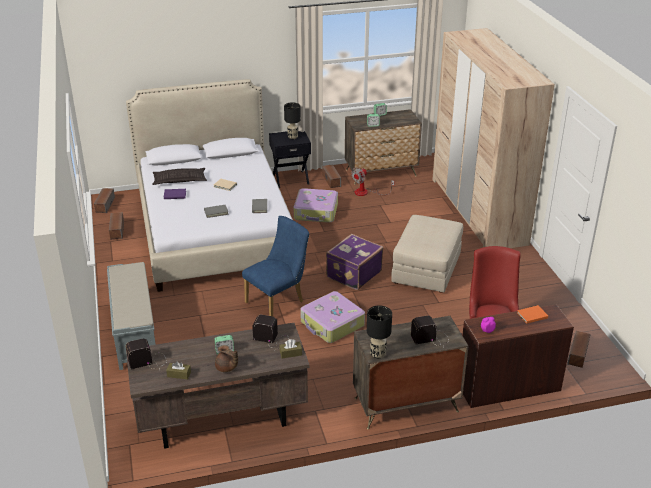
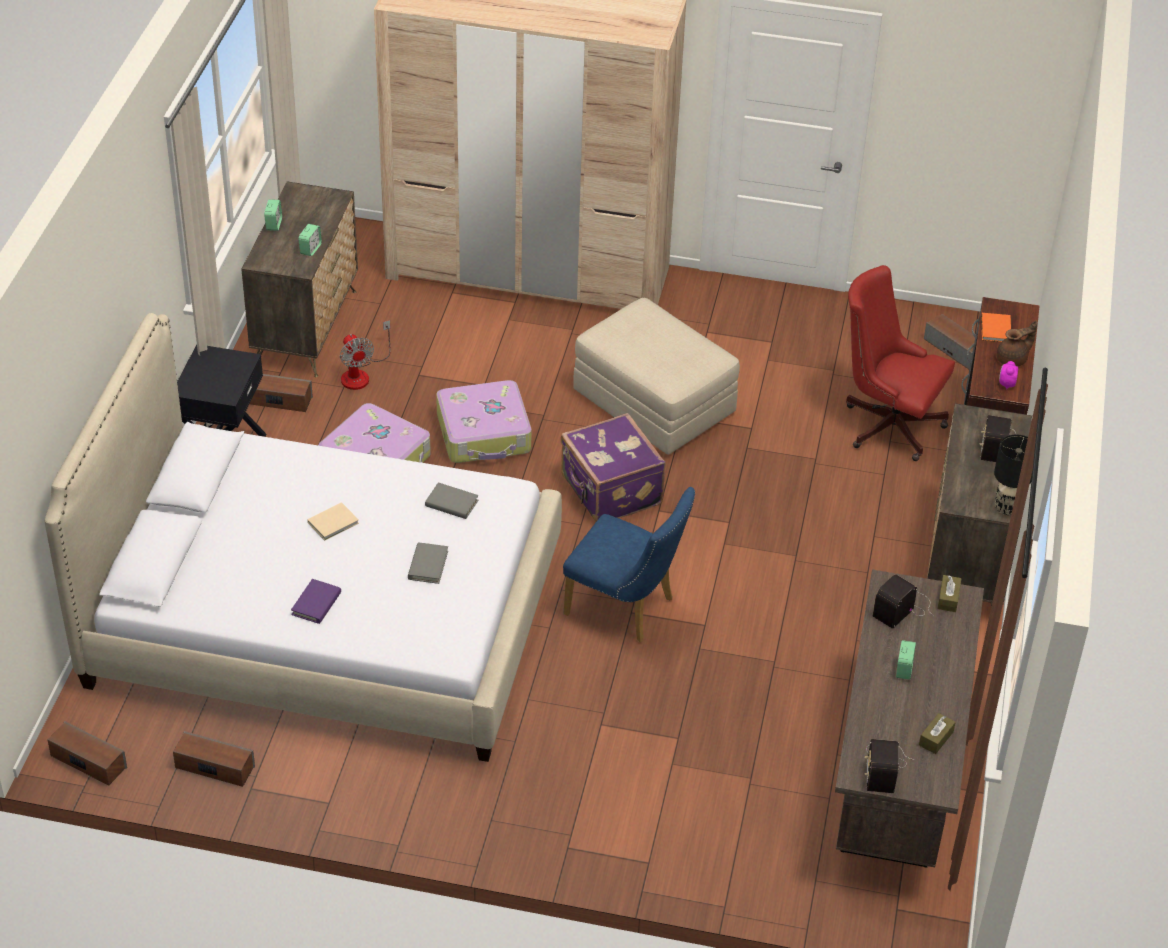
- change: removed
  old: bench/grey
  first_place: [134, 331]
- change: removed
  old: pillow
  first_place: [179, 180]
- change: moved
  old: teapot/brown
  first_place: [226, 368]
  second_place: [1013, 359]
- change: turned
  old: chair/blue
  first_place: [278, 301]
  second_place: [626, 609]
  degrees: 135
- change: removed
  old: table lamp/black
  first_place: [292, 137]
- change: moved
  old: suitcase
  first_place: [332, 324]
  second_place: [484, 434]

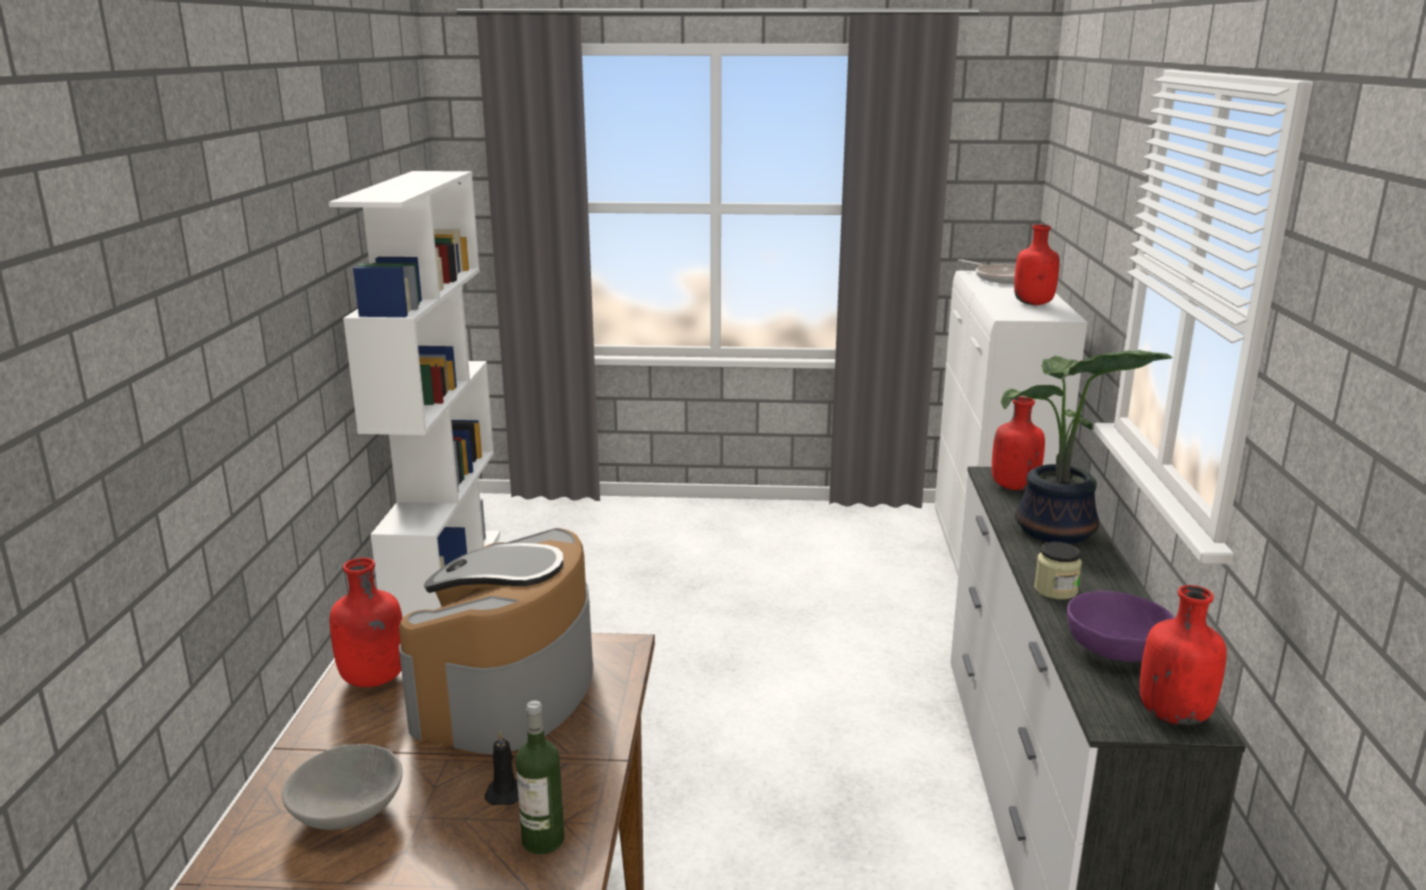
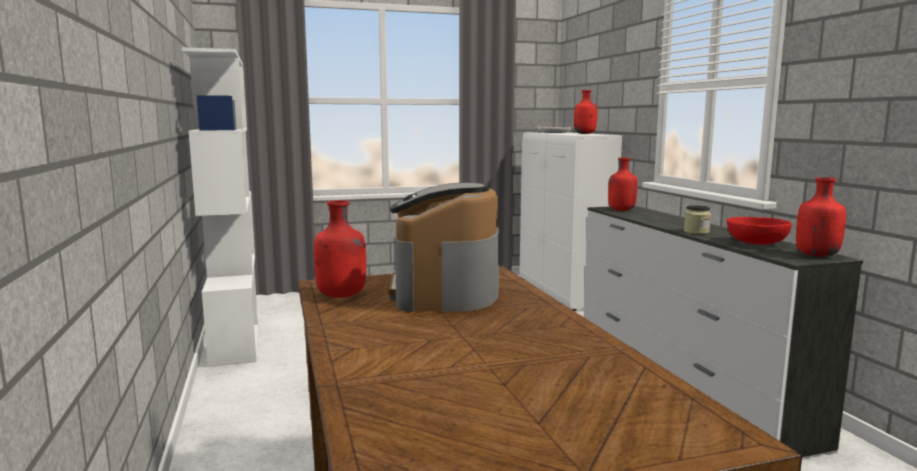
- change: removed
  old: bowl/grey
  first_place: [349, 812]
- change: removed
  old: candle/black
  first_place: [505, 792]
- change: removed
  old: bottle
  first_place: [543, 840]
- change: removed
  old: potted plant
  first_place: [1056, 532]
- change: recoloured
  old: bowl/purple
  new: bowl/red
  first_place: [1116, 649]
  second_place: [756, 243]

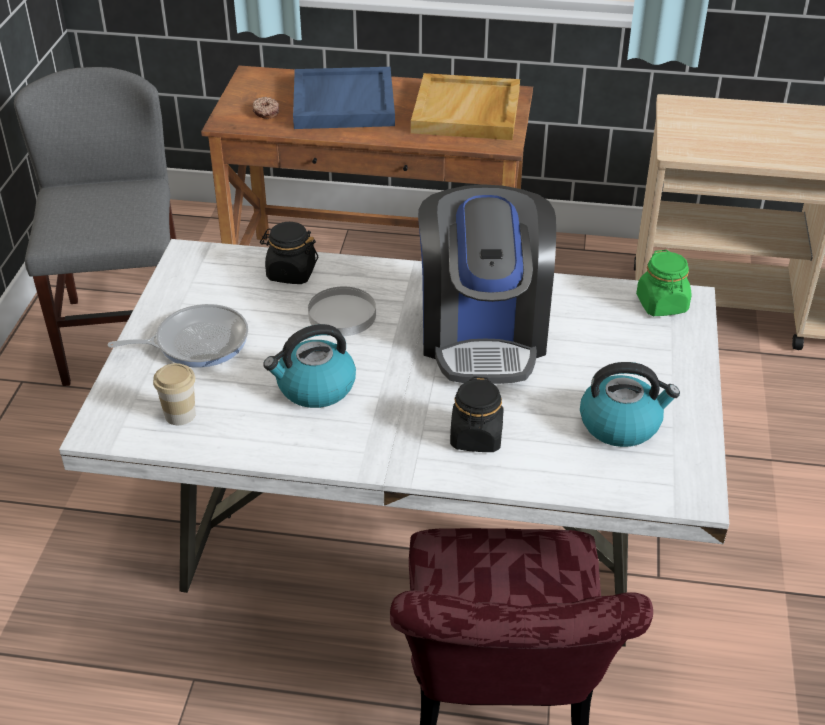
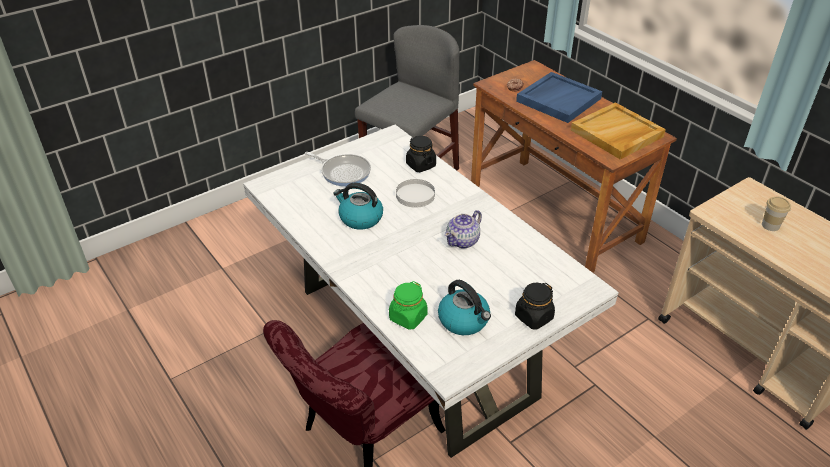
- change: moved
  old: cup
  first_place: [180, 414]
  second_place: [770, 225]
- change: replaced
  old: coffee machine
  new: teapot
  first_place: [483, 334]
  second_place: [463, 241]
- change: moved
  old: jar/black
  first_place: [476, 437]
  second_place: [533, 317]
- change: moved
  old: jar/green
  first_place: [662, 304]
  second_place: [408, 317]

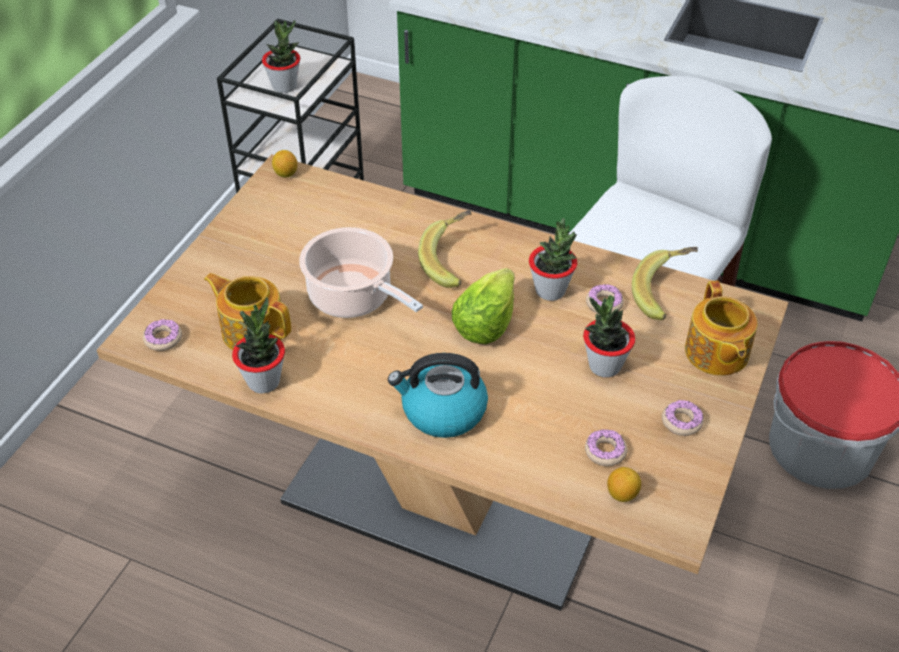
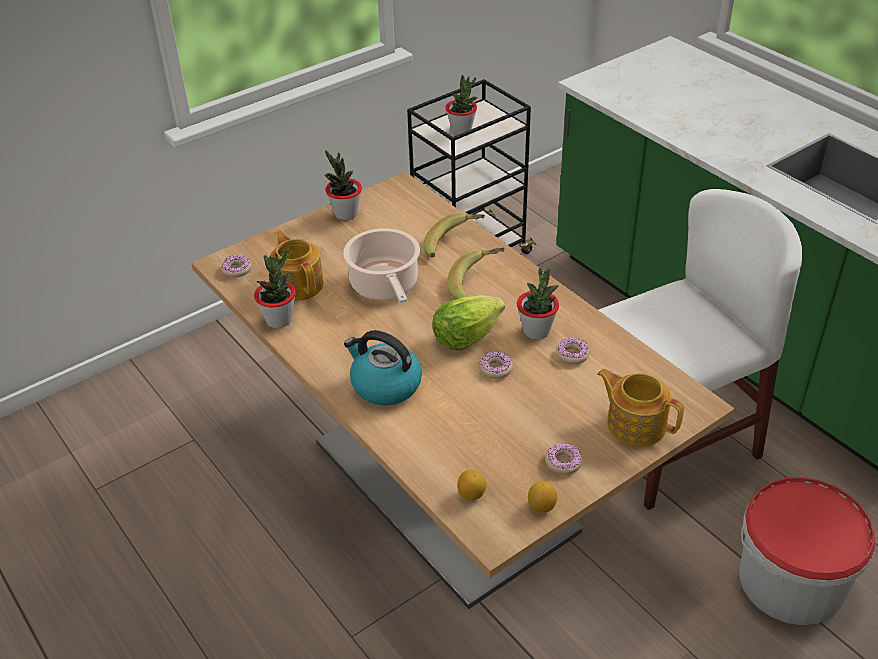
- change: moved
  old: lemon
  first_place: [285, 174]
  second_place: [541, 506]
- change: moved
  old: potted plant
  first_place: [604, 366]
  second_place: [345, 214]
- change: moved
  old: donut
  first_place: [605, 451]
  second_place: [495, 369]
- change: moved
  old: banana
  first_place: [665, 294]
  second_place: [454, 245]
- change: turned
  old: teapot
  first_place: [716, 353]
  second_place: [635, 424]
  degrees: 105

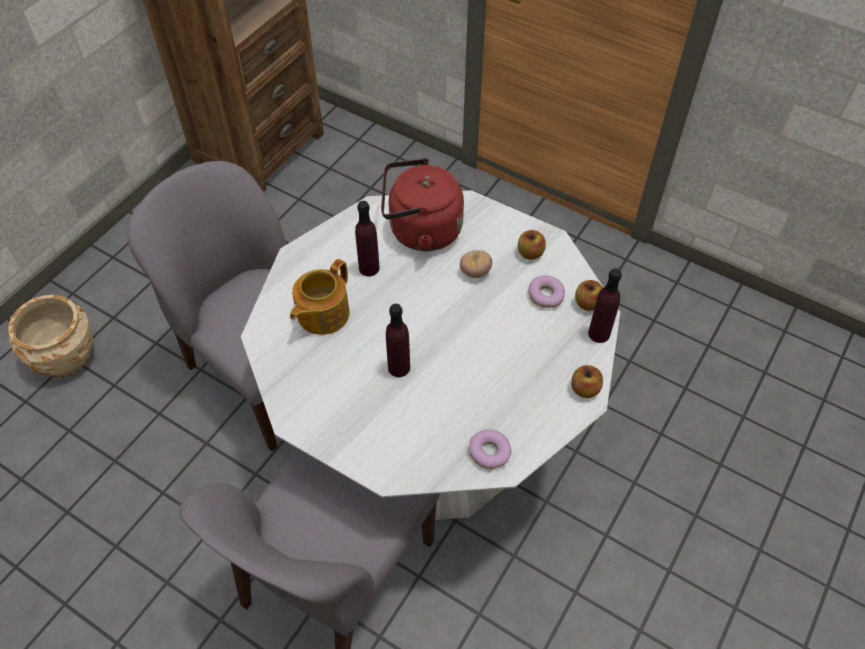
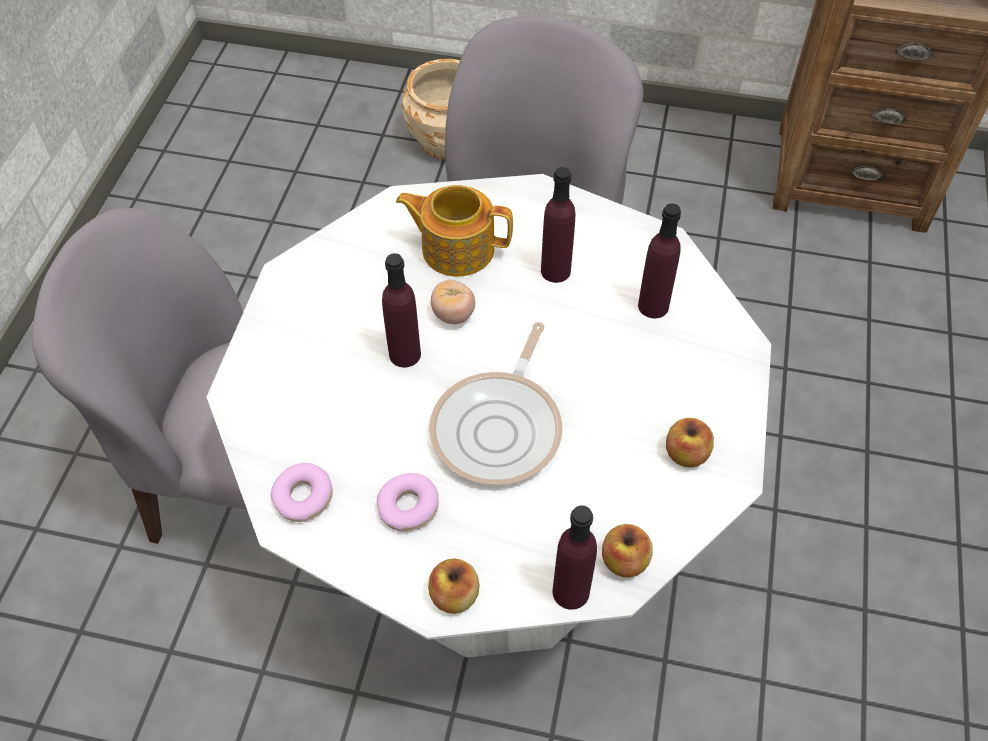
- change: replaced
  old: kettle/red
  new: bottle/purple
  first_place: [420, 231]
  second_place: [653, 306]
- change: moved
  old: tomato
  first_place: [475, 272]
  second_place: [453, 314]
- change: moved
  old: donut
  first_place: [545, 296]
  second_place: [408, 507]
- change: added
  new: frying pan
  second_place: [500, 427]

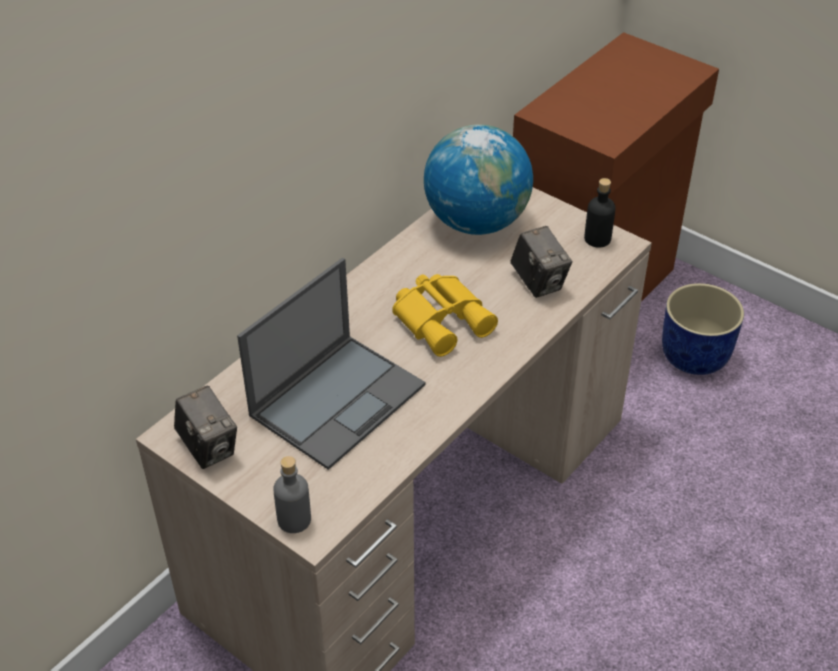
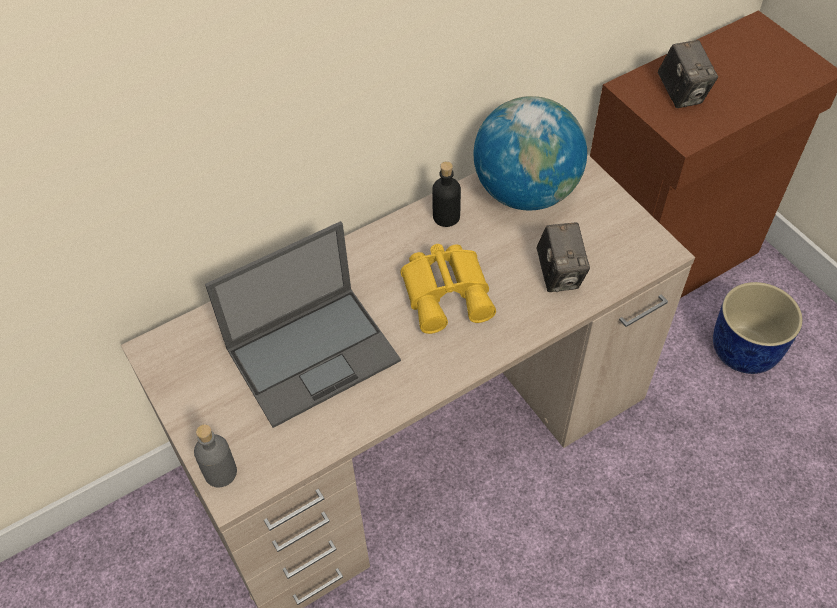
- change: moved
  old: photo camera
  first_place: [209, 447]
  second_place: [681, 94]
- change: moved
  old: bottle/black
  first_place: [597, 239]
  second_place: [446, 216]

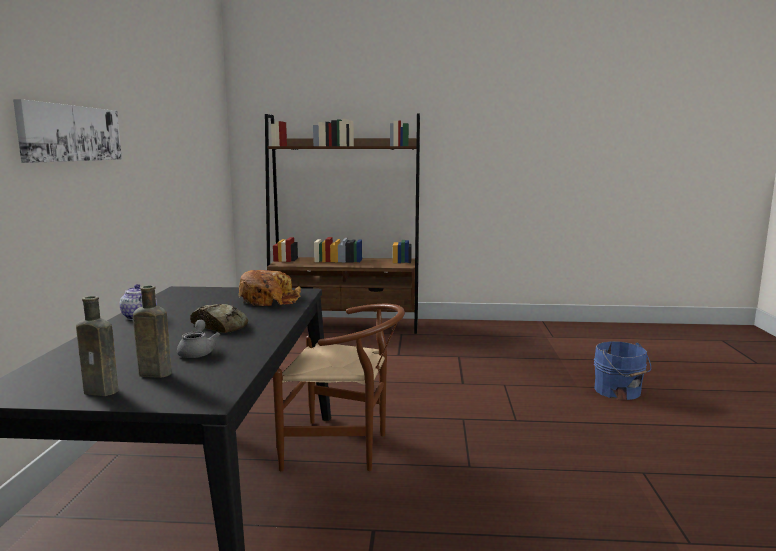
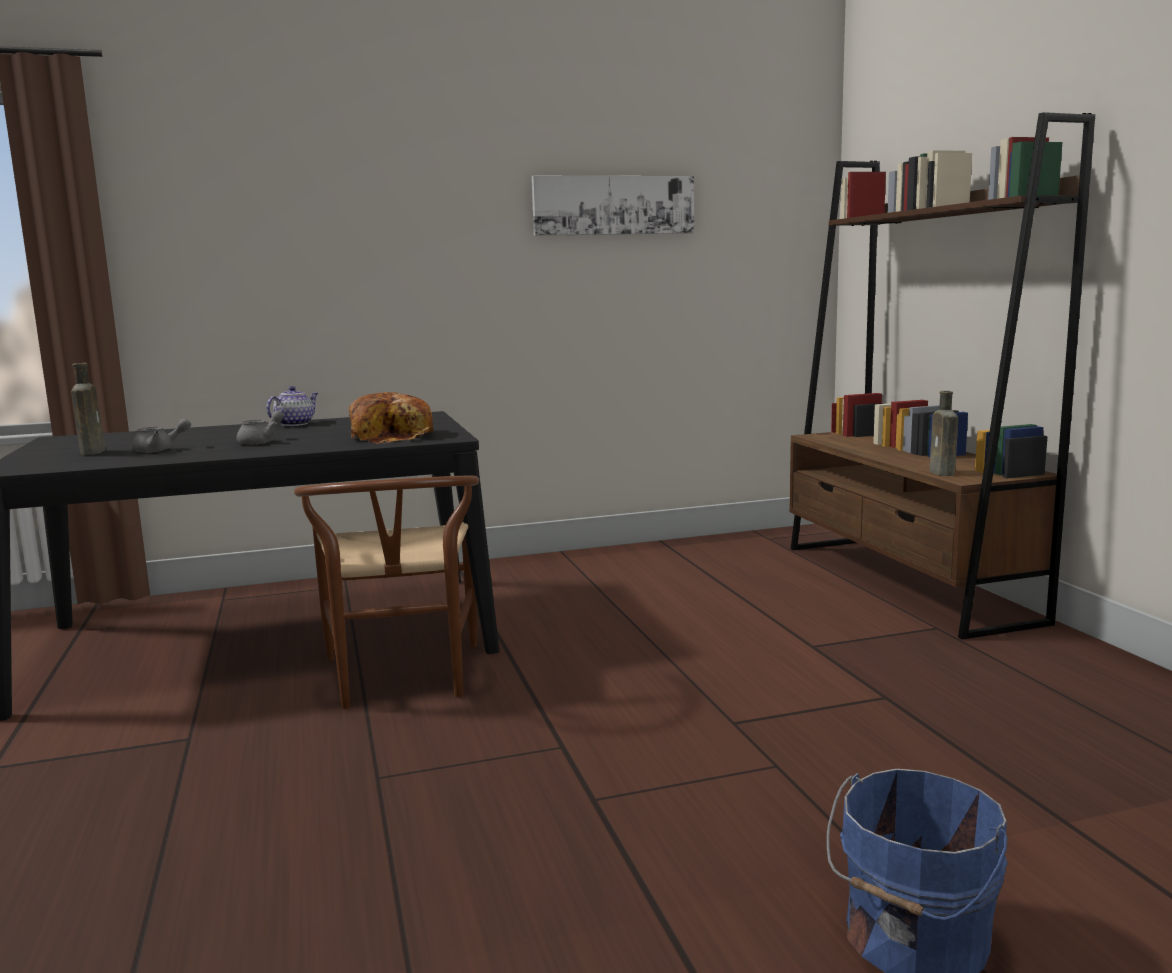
- change: moved
  old: picture
  first_place: [71, 133]
  second_place: [613, 205]
- change: moved
  old: bottle/brown
  first_place: [103, 391]
  second_place: [943, 473]
- change: replaced
  old: bread
  new: teapot/grey
  first_place: [220, 326]
  second_place: [261, 442]

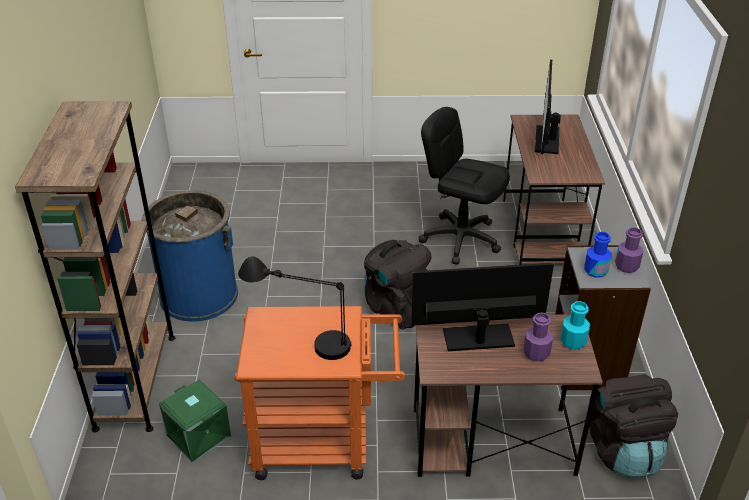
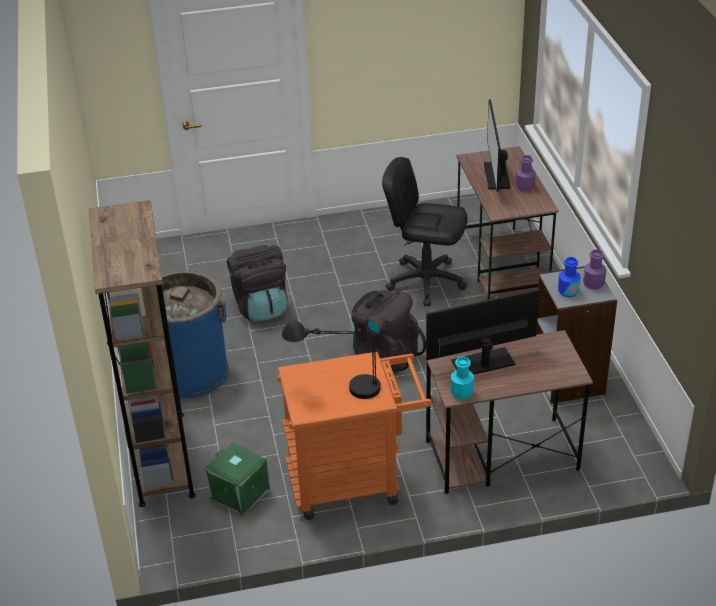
- change: moved
  old: bottle/purple
  first_place: [536, 353]
  second_place: [525, 187]
- change: moved
  old: bottle/turquoise
  first_place: [573, 341]
  second_place: [462, 392]
- change: moved
  old: backpack/black
  first_place: [623, 449]
  second_place: [261, 306]

